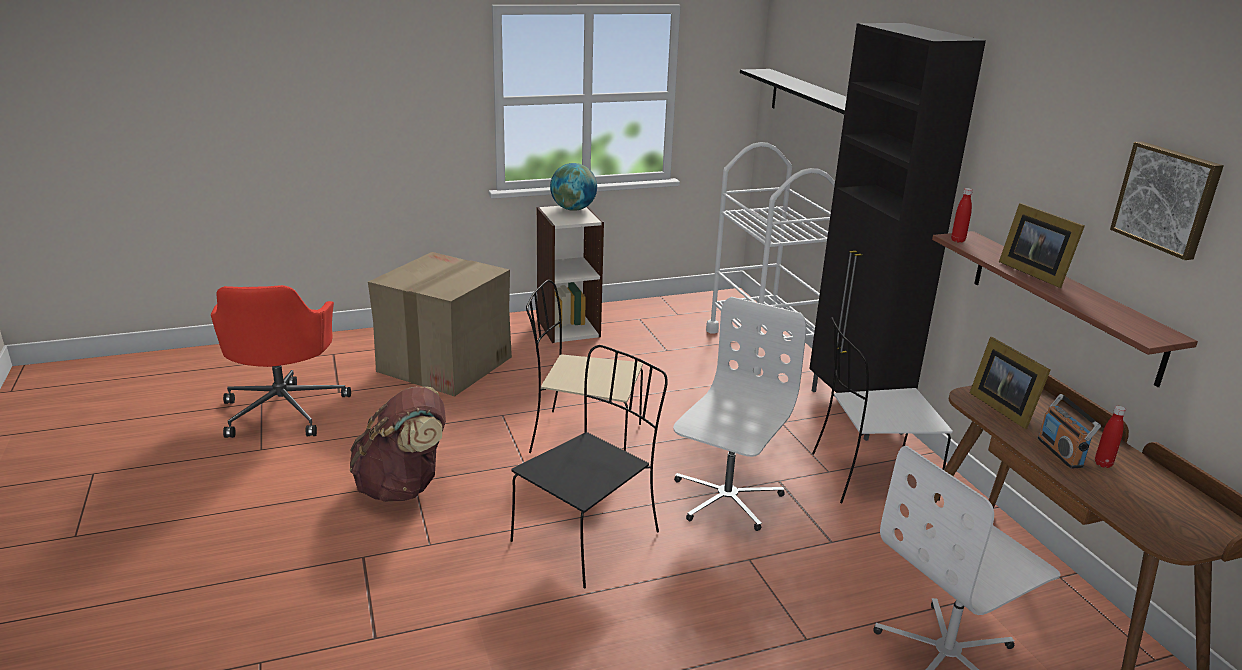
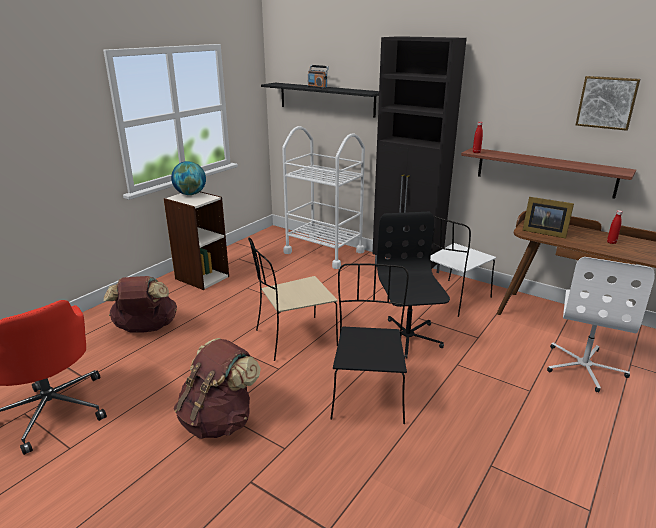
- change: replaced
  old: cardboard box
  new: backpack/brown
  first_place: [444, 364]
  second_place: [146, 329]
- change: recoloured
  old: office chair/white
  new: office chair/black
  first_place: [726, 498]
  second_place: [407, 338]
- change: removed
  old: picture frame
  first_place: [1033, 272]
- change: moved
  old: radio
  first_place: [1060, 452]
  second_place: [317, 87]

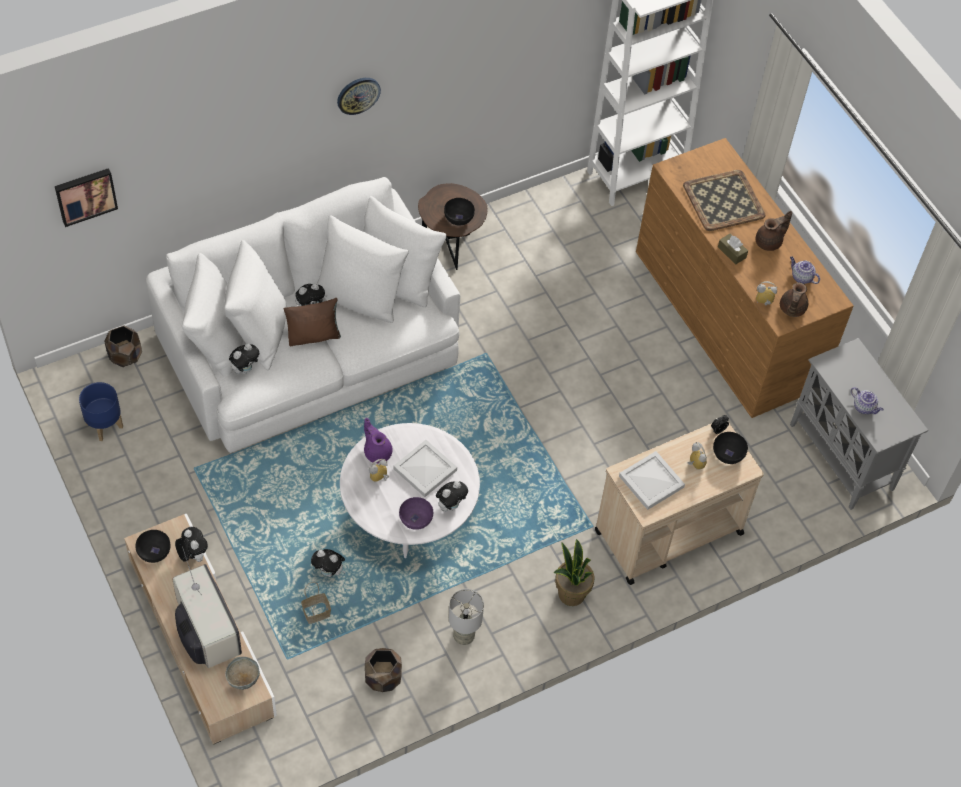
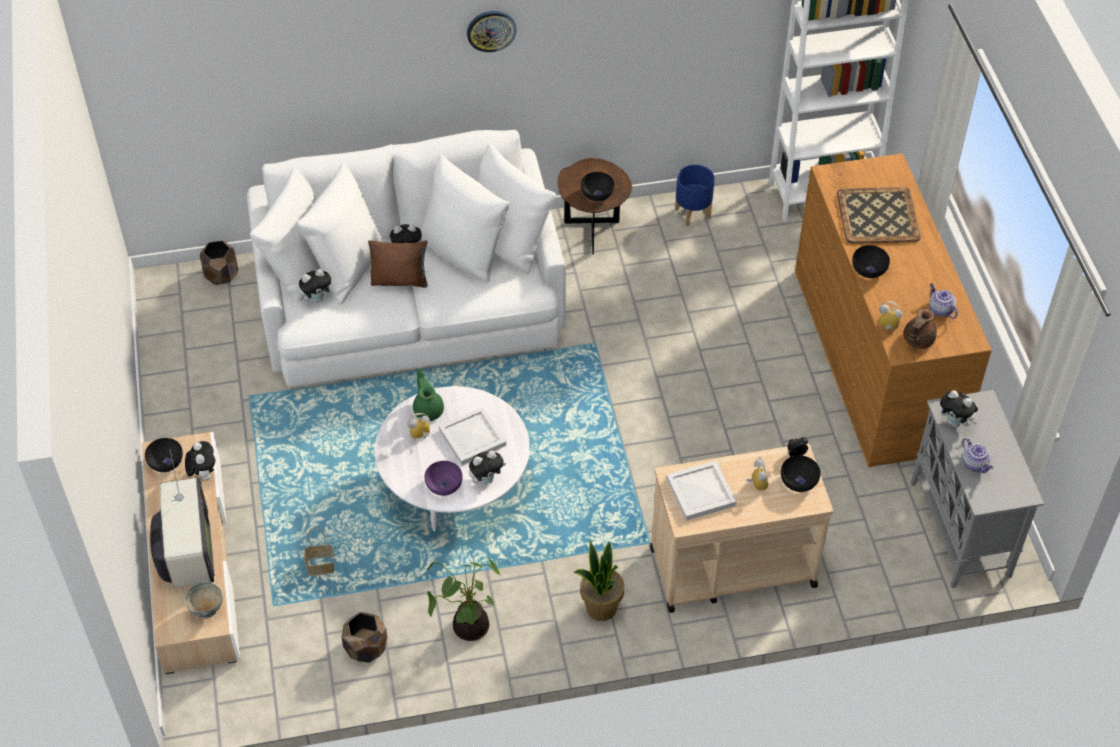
- change: removed
  old: picture
  first_place: [85, 195]
- change: moved
  old: planter/blue
  first_place: [105, 425]
  second_place: [693, 213]
- change: moved
  old: plush toy
  first_place: [329, 572]
  second_place: [955, 423]
- change: recoloured
  old: teapot/purple
  new: teapot/green
  first_place: [377, 451]
  second_place: [428, 409]
- change: replaced
  old: table lamp/grey
  new: potted plant
  first_place: [463, 637]
  second_place: [467, 626]
- change: replaced
  old: tissue box/brown
  new: bowl/black
  first_place: [731, 252]
  second_place: [868, 269]
- change: removed
  old: teapot/brown
  first_place: [769, 242]

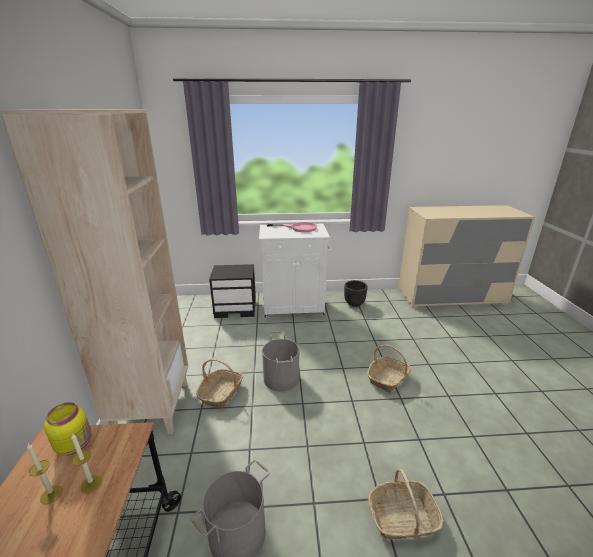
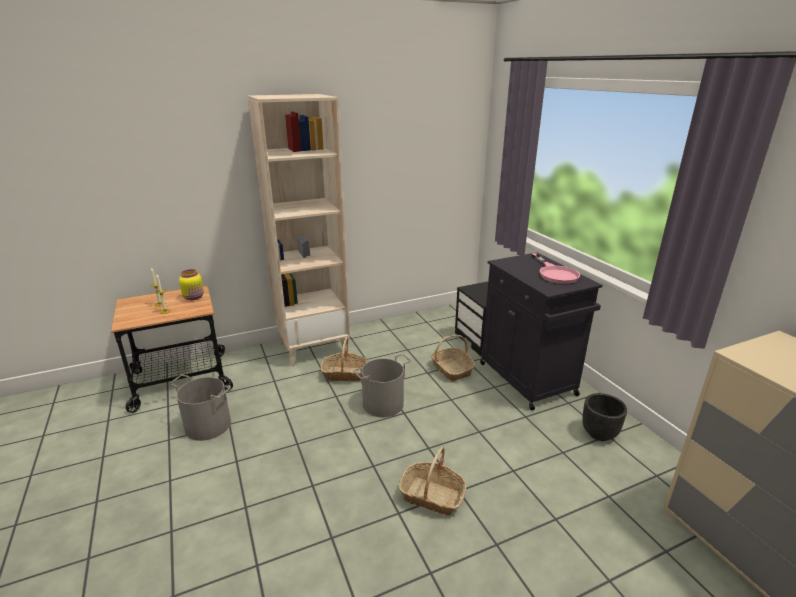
- change: recoloured
  old: cabinet/white
  new: cabinet/black
  first_place: [295, 308]
  second_place: [528, 380]
- change: moved
  old: basket
  first_place: [402, 518]
  second_place: [451, 369]

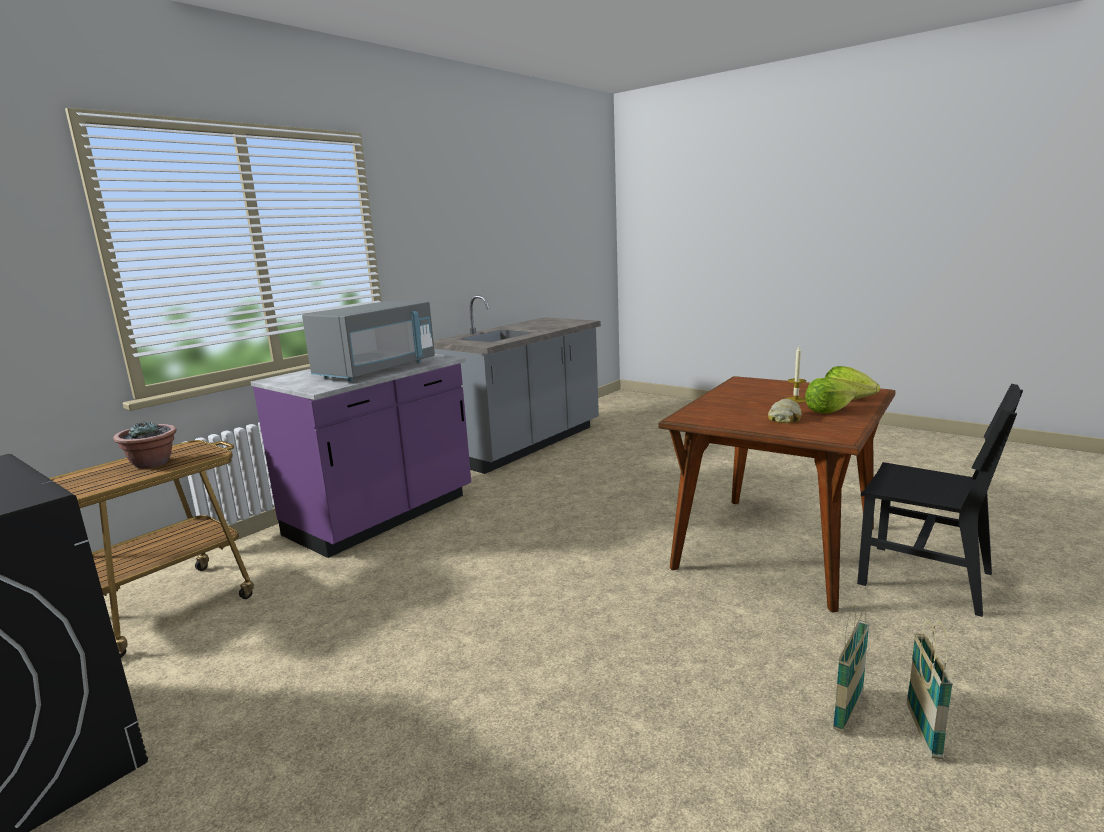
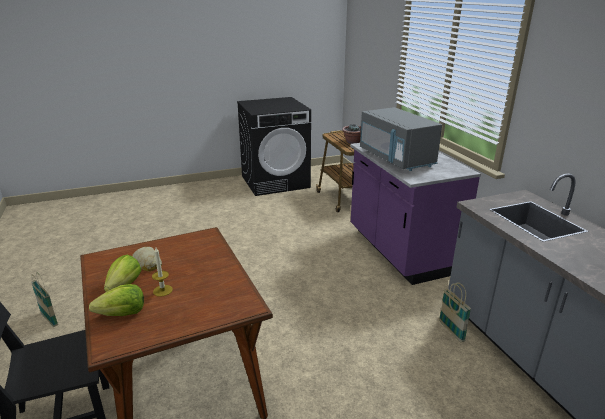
- change: moved
  old: basket
  first_place: [848, 711]
  second_place: [451, 331]

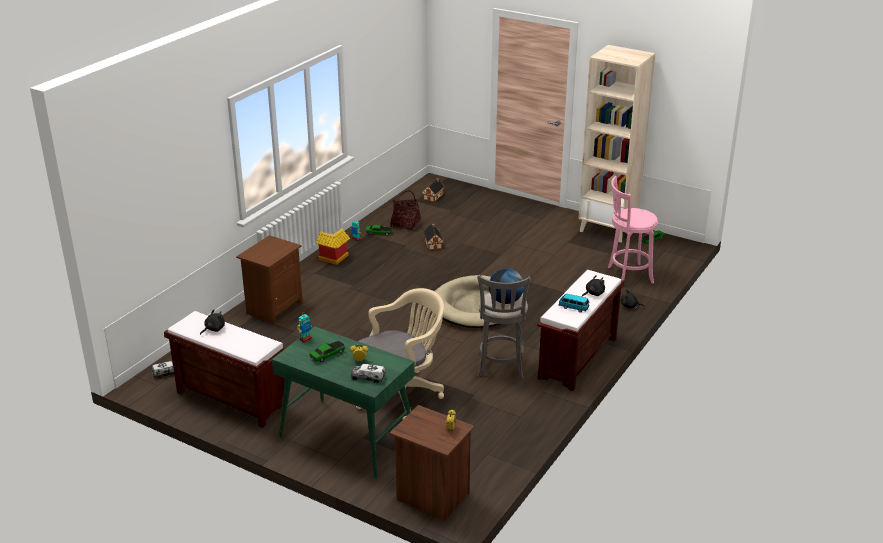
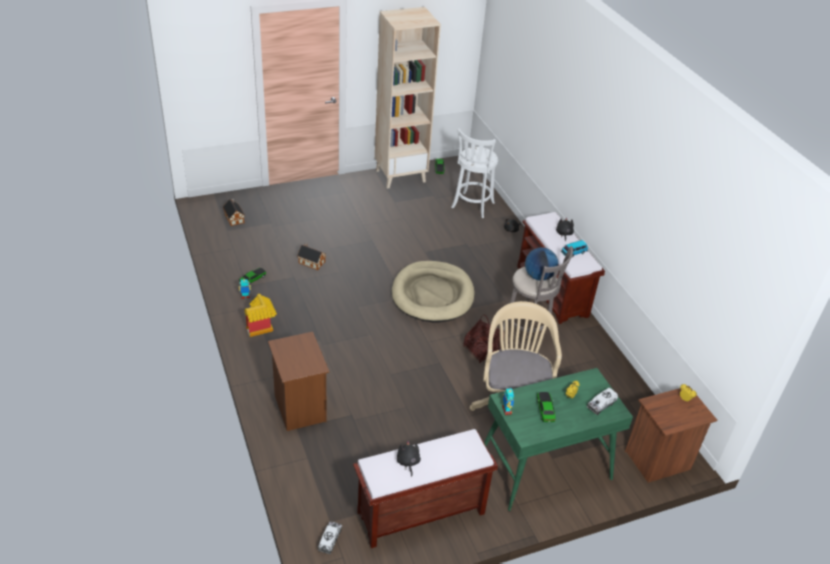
- change: moved
  old: basket
  first_place: [405, 224]
  second_place: [482, 350]
- change: recoloured
  old: stool/pink
  new: stool/white
  first_place: [627, 275]
  second_place: [472, 206]

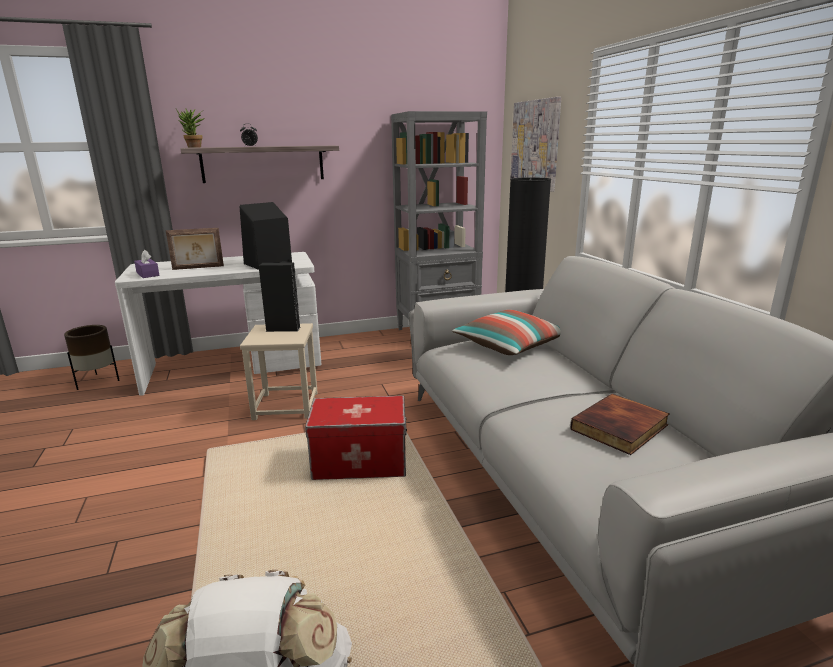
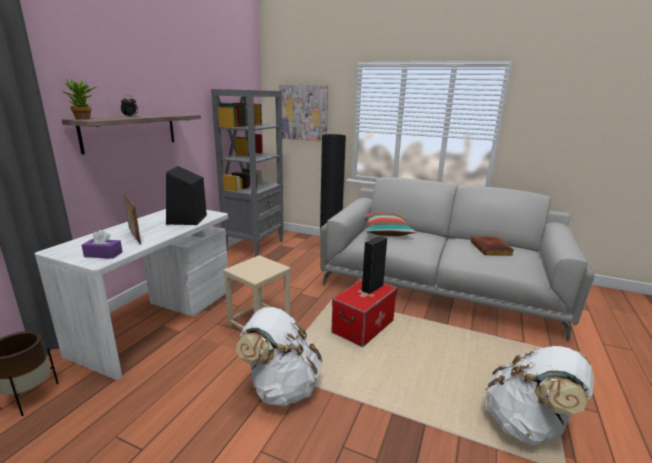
- change: turned
  old: picture frame
  first_place: [198, 268]
  second_place: [134, 237]
  degrees: 120
- change: moved
  old: speaker/black
  first_place: [283, 329]
  second_place: [372, 288]
- change: added
  new: backpack/white
  second_place: [281, 387]

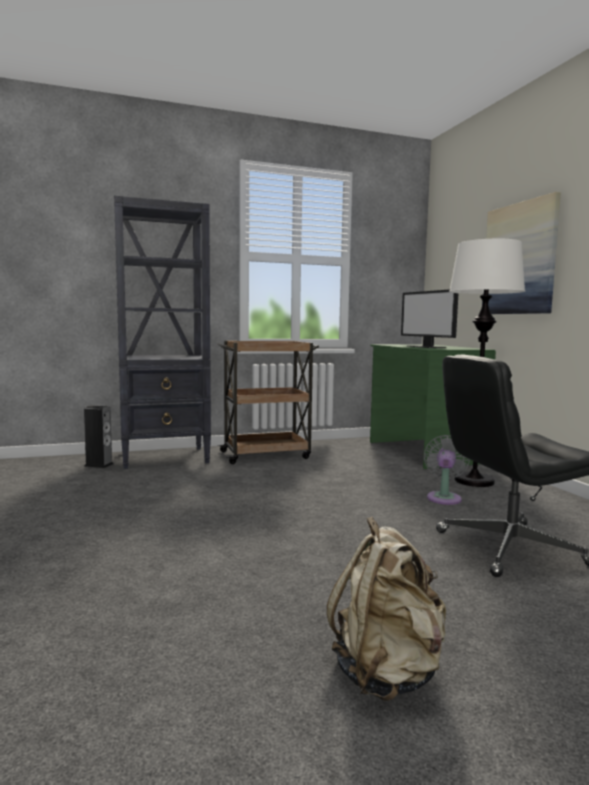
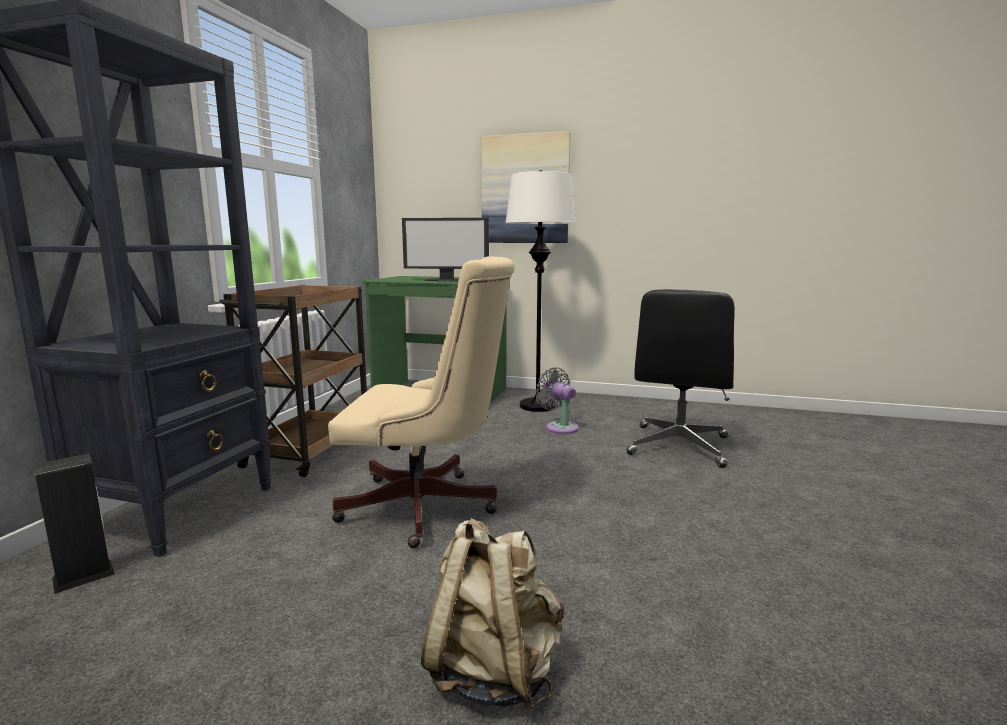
- change: moved
  old: backpack/beige
  first_place: [387, 671]
  second_place: [494, 672]
- change: added
  new: office chair/beige
  second_place: [428, 508]

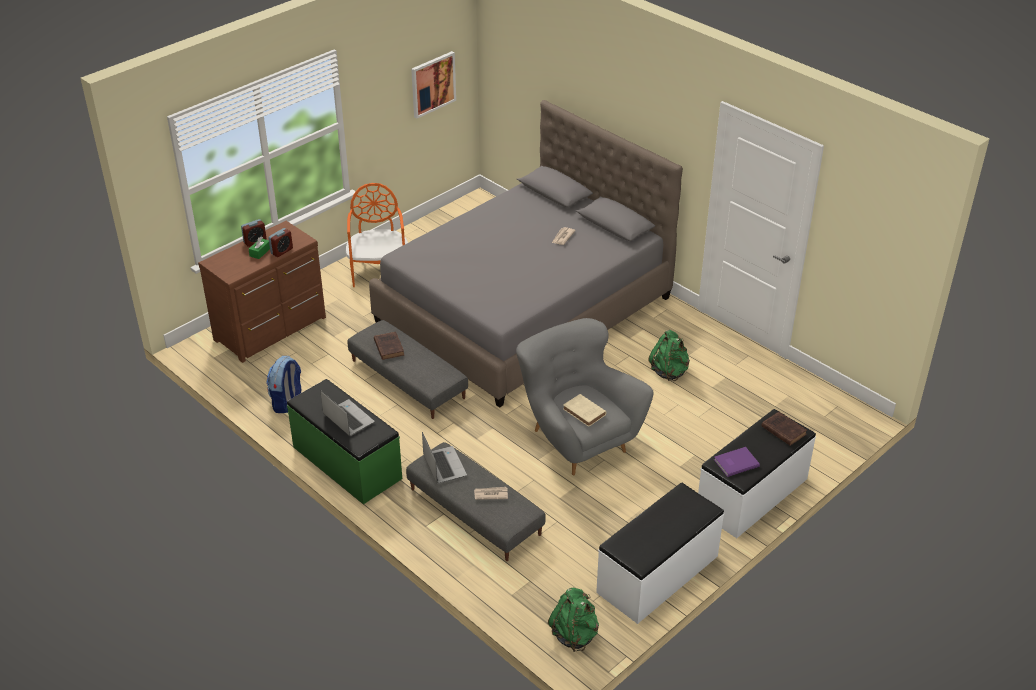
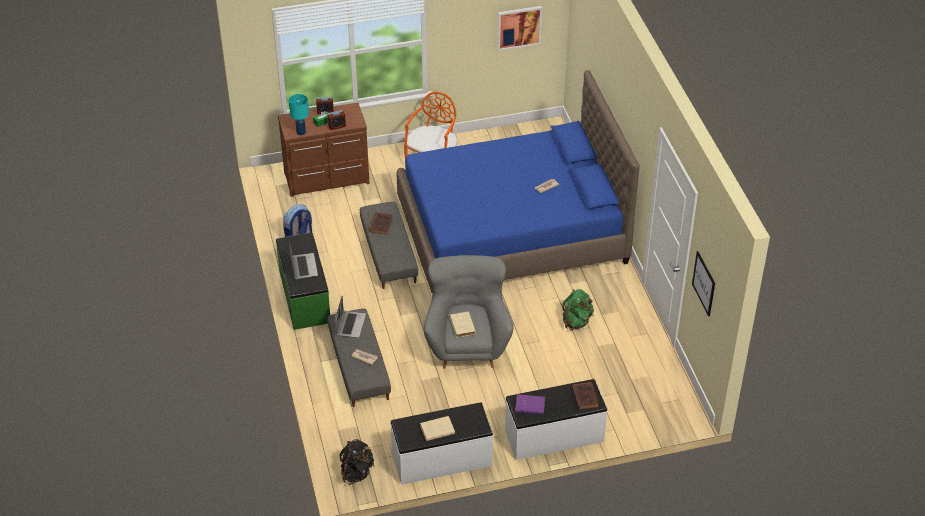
- change: recoloured
  old: bed/grey
  new: bed/blue
  first_place: [524, 309]
  second_place: [512, 231]
- change: recoloured
  old: backpack/green
  new: backpack/black
  first_place: [574, 634]
  second_place: [356, 472]
- change: added
  new: table lamp/turquoise
  second_place: [300, 132]
- change: added
  new: book/beige
  second_place: [436, 430]
- change: added
  new: picture
  second_place: [704, 283]

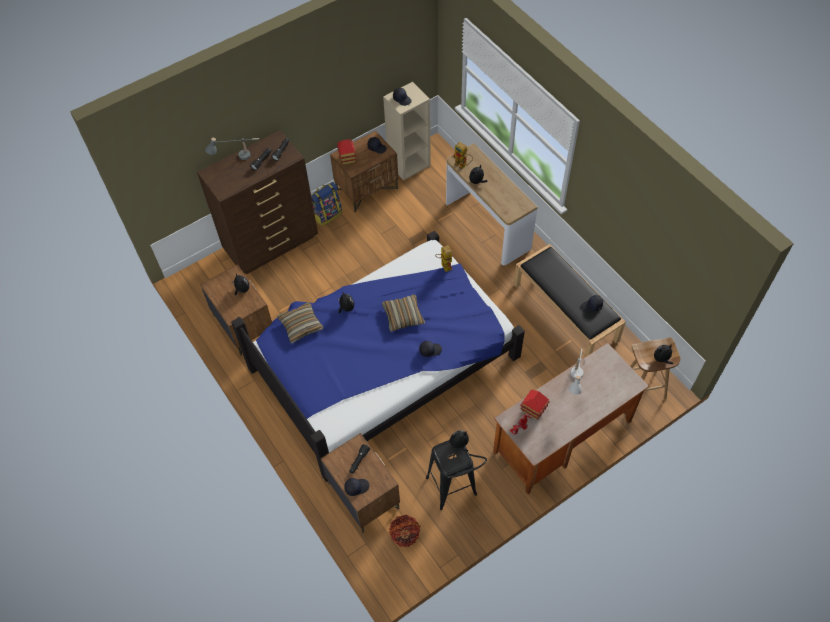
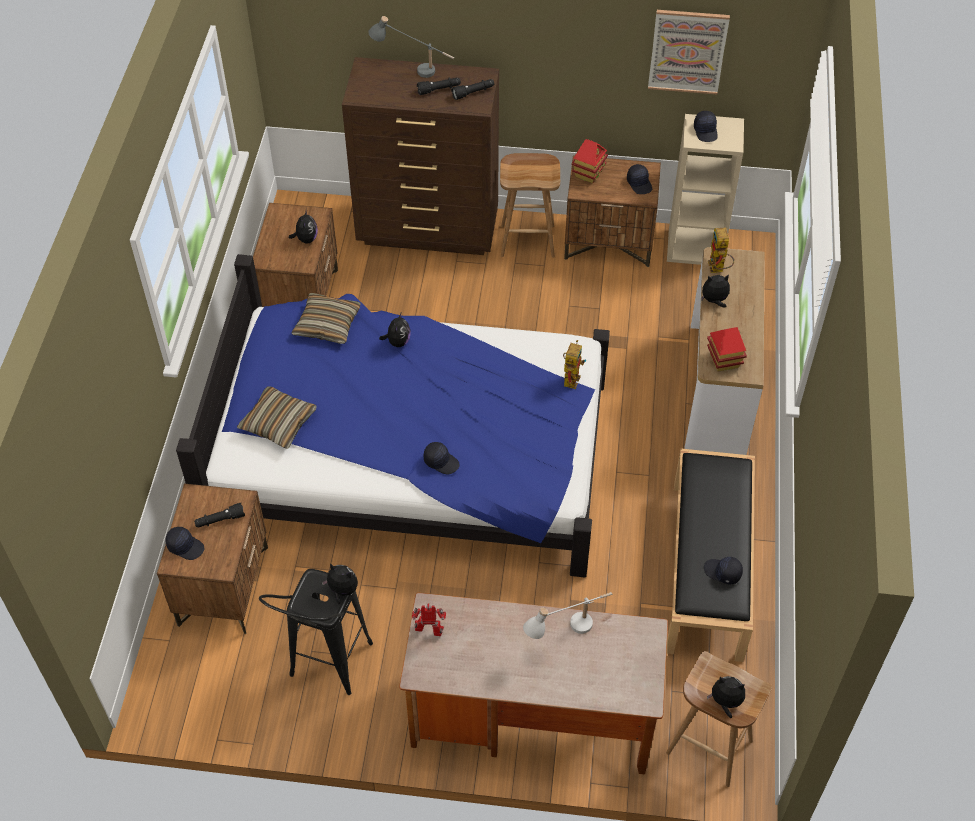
- change: replaced
  old: backpack
  new: stool/brown
  first_place: [327, 215]
  second_place: [528, 240]
- change: moved
  old: pillow
  first_place: [403, 316]
  second_place: [278, 423]
- change: removed
  old: basket
  first_place: [404, 534]
- change: moved
  old: toy house
  first_place: [533, 410]
  second_place: [724, 360]
- change: added
  new: picture
  second_place: [687, 51]

